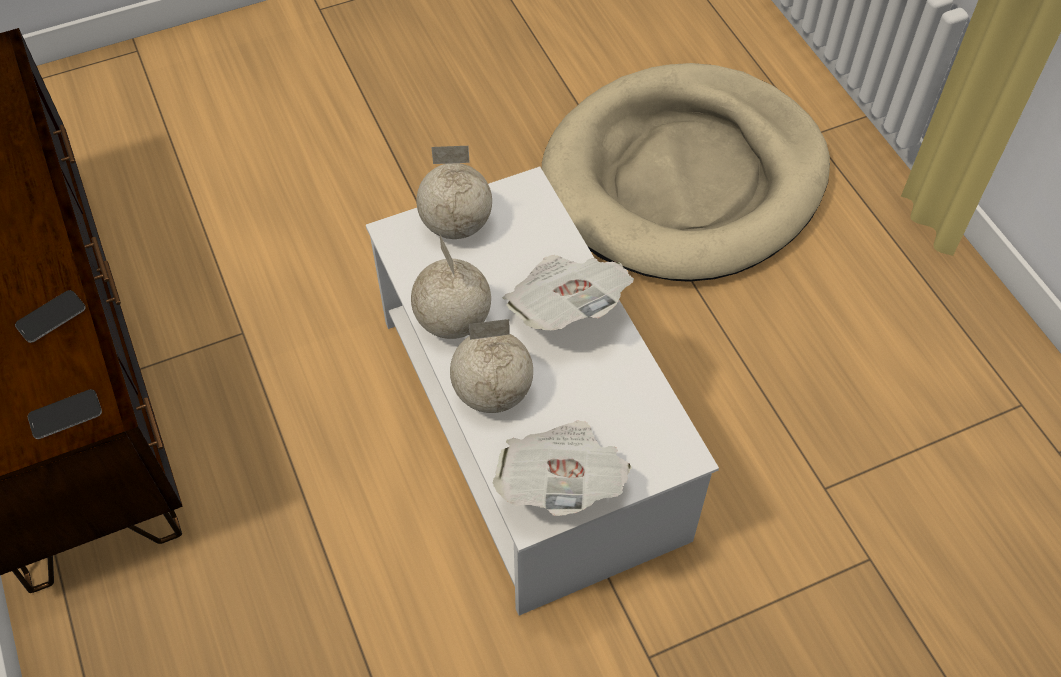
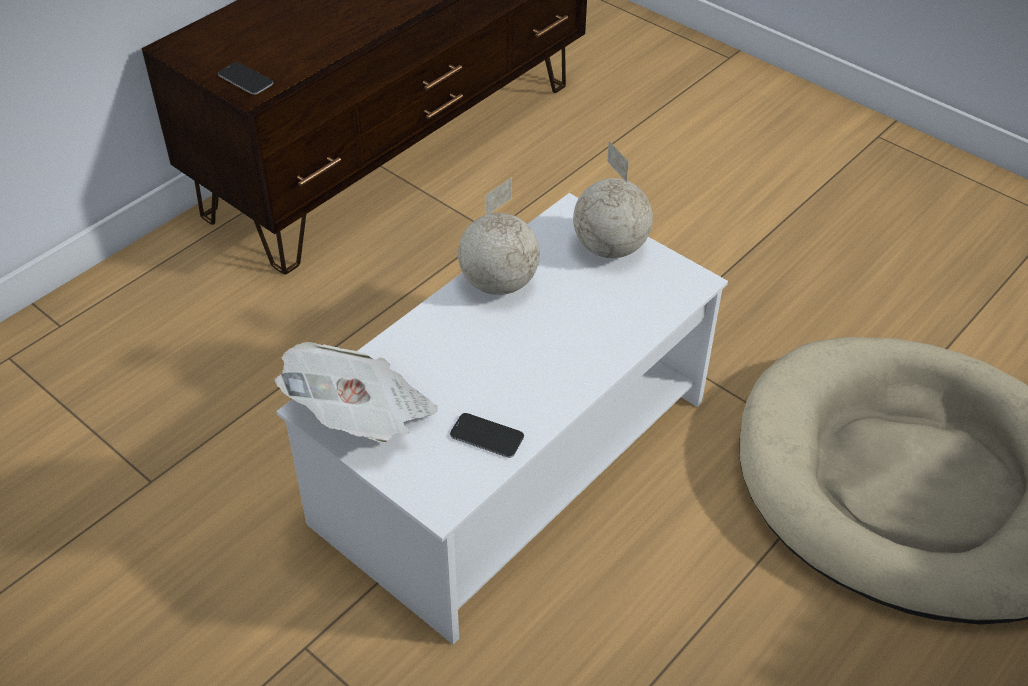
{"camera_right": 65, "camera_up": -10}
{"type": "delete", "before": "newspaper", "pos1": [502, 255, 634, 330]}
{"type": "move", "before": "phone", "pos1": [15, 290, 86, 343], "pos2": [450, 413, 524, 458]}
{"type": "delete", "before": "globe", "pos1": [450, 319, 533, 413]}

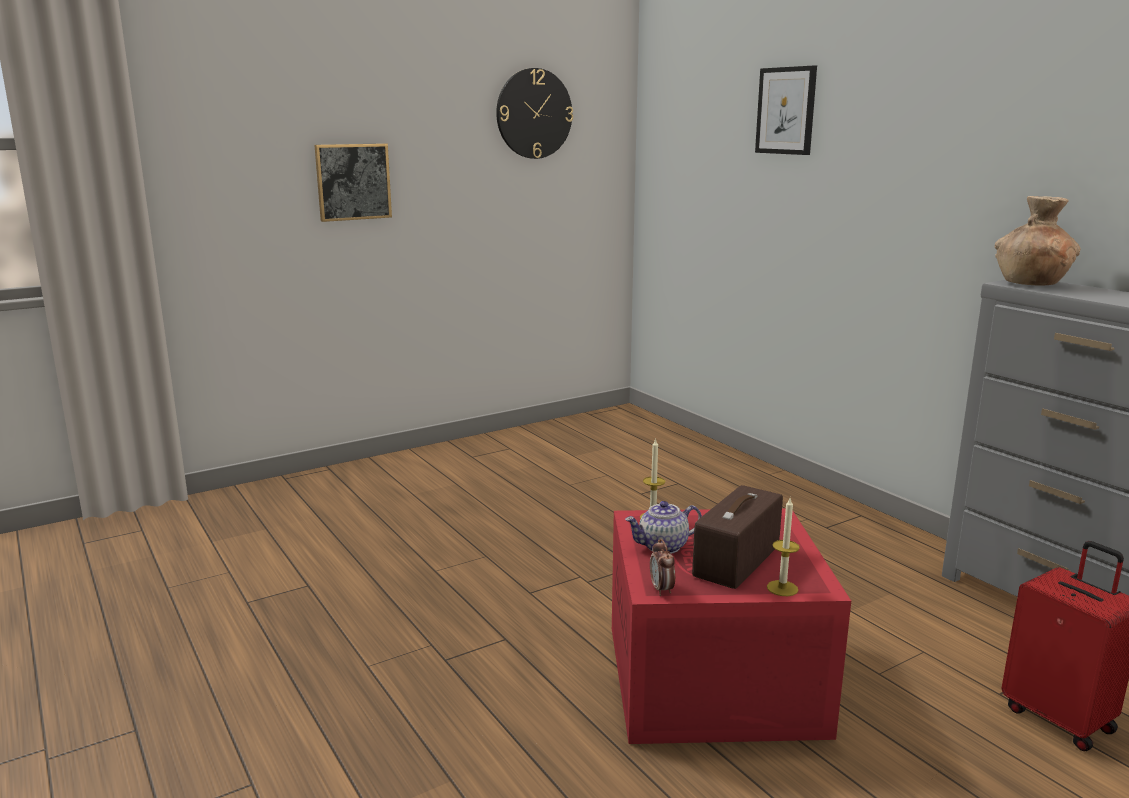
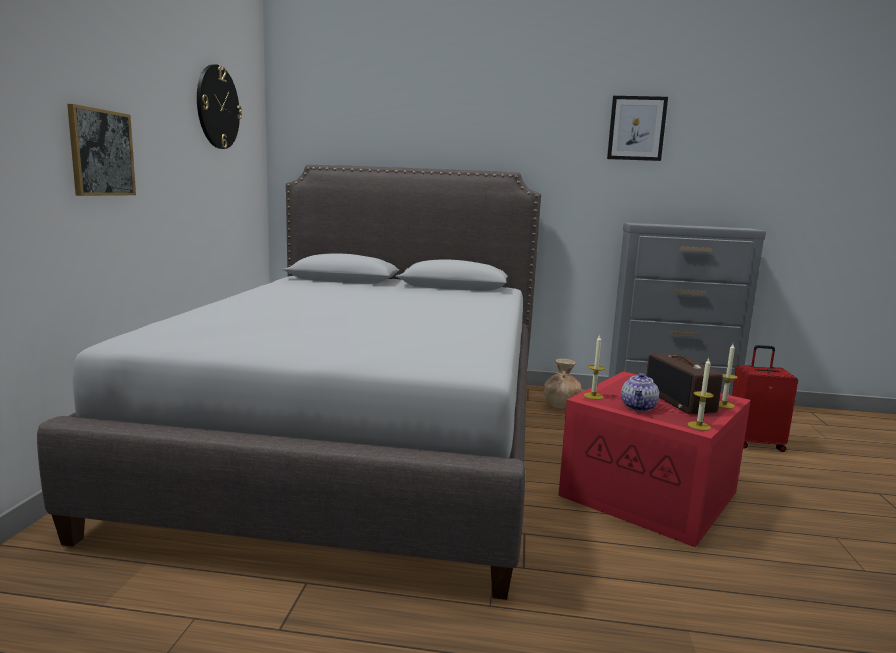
{"camera_right": -50, "camera_up": -5}
{"type": "move", "before": "picture", "pos1": [755, 65, 817, 155], "pos2": [607, 96, 668, 161]}
{"type": "move", "before": "brown vase", "pos1": [994, 196, 1080, 286], "pos2": [543, 359, 582, 409]}
{"type": "replace", "before": "alarm clock", "after": "candle", "pos1": [650, 539, 675, 596], "pos2": [688, 358, 714, 431]}
{"type": "insert", "after": "grey bed", "pos2": [37, 165, 541, 600]}

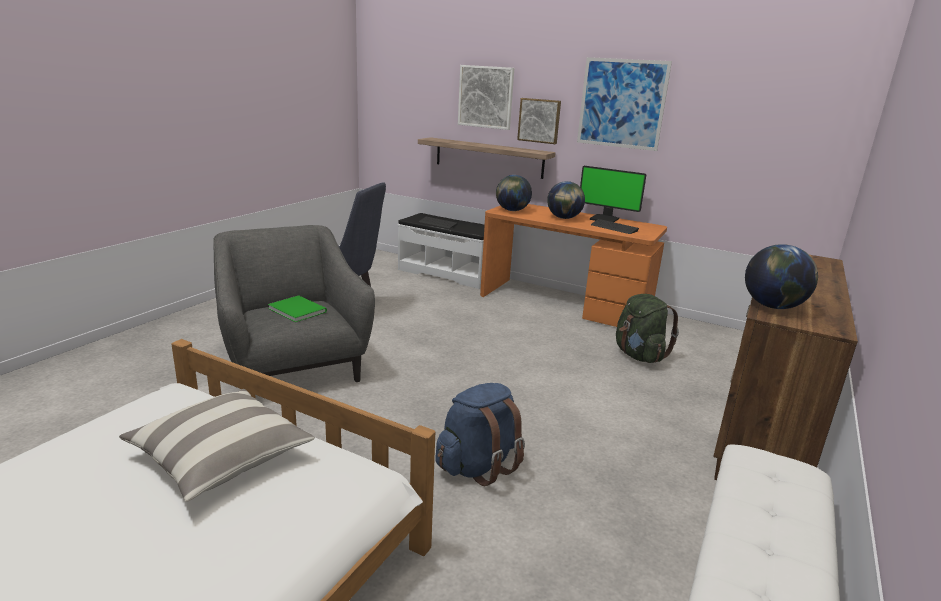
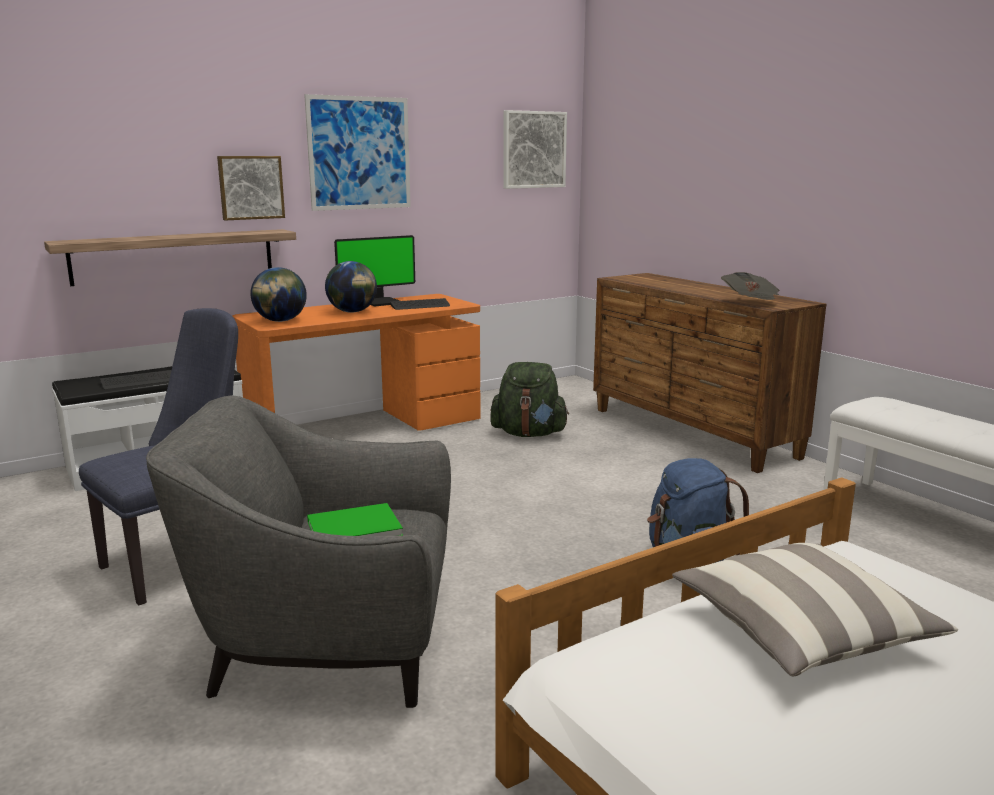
{"camera_right": -60, "camera_up": -5}
{"type": "move", "before": "picture", "pos1": [458, 65, 514, 130], "pos2": [503, 110, 567, 189]}
{"type": "replace", "before": "globe", "after": "newspaper", "pos1": [745, 244, 818, 309], "pos2": [721, 272, 779, 300]}

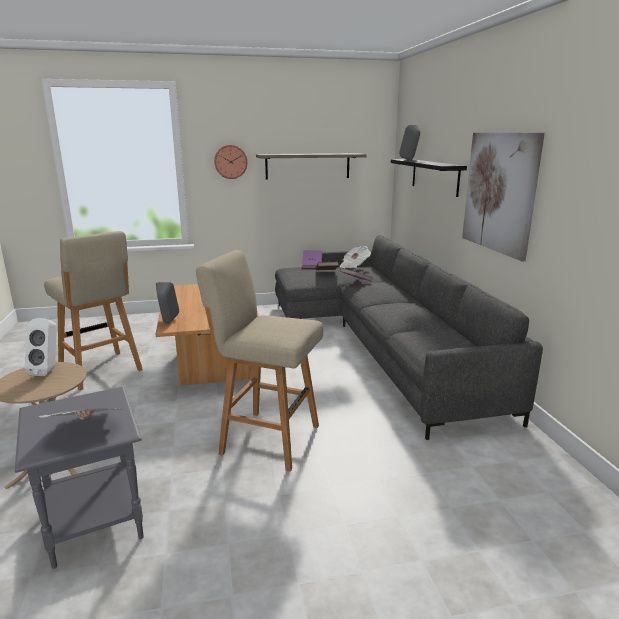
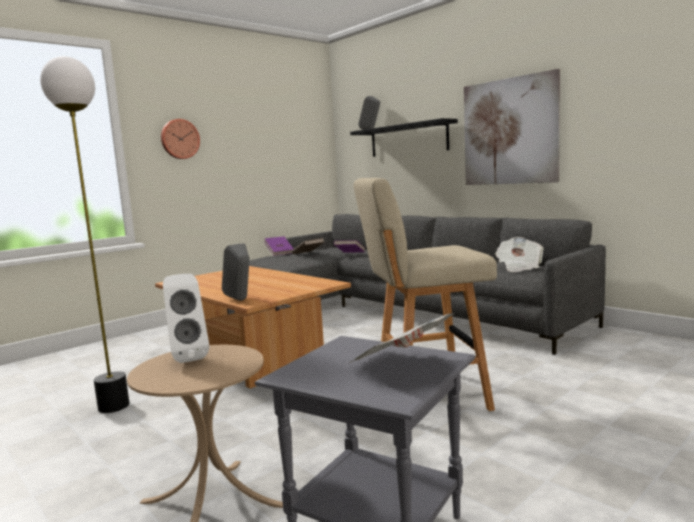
{"camera_right": -30, "camera_up": -10}
{"type": "delete", "before": "shelf", "pos1": [256, 153, 366, 179]}
{"type": "replace", "before": "beige stool", "after": "floor lamp", "pos1": [44, 231, 143, 391], "pos2": [40, 56, 129, 413]}
{"type": "move", "before": "newspaper", "pos1": [339, 246, 371, 268], "pos2": [495, 237, 544, 272]}

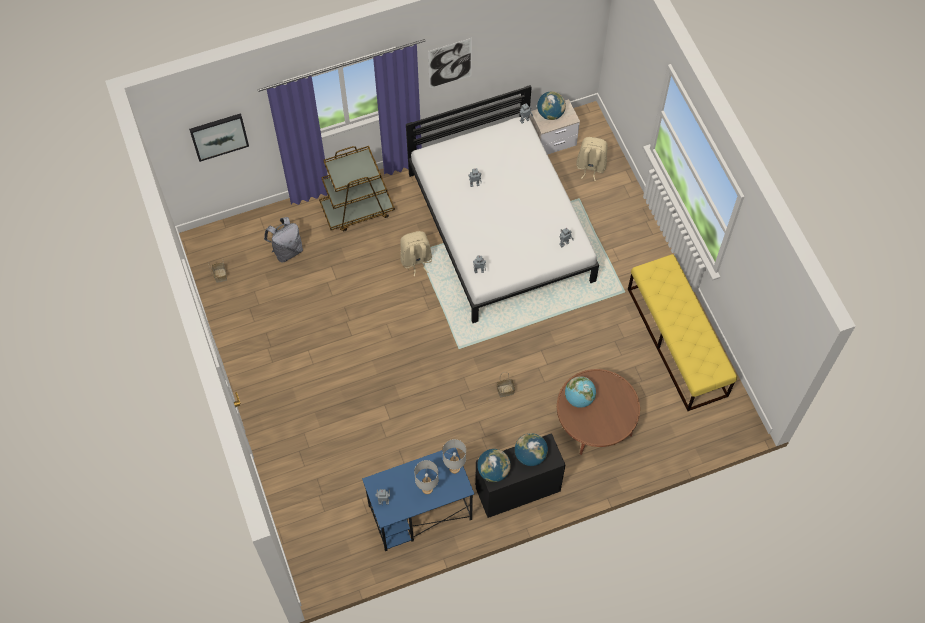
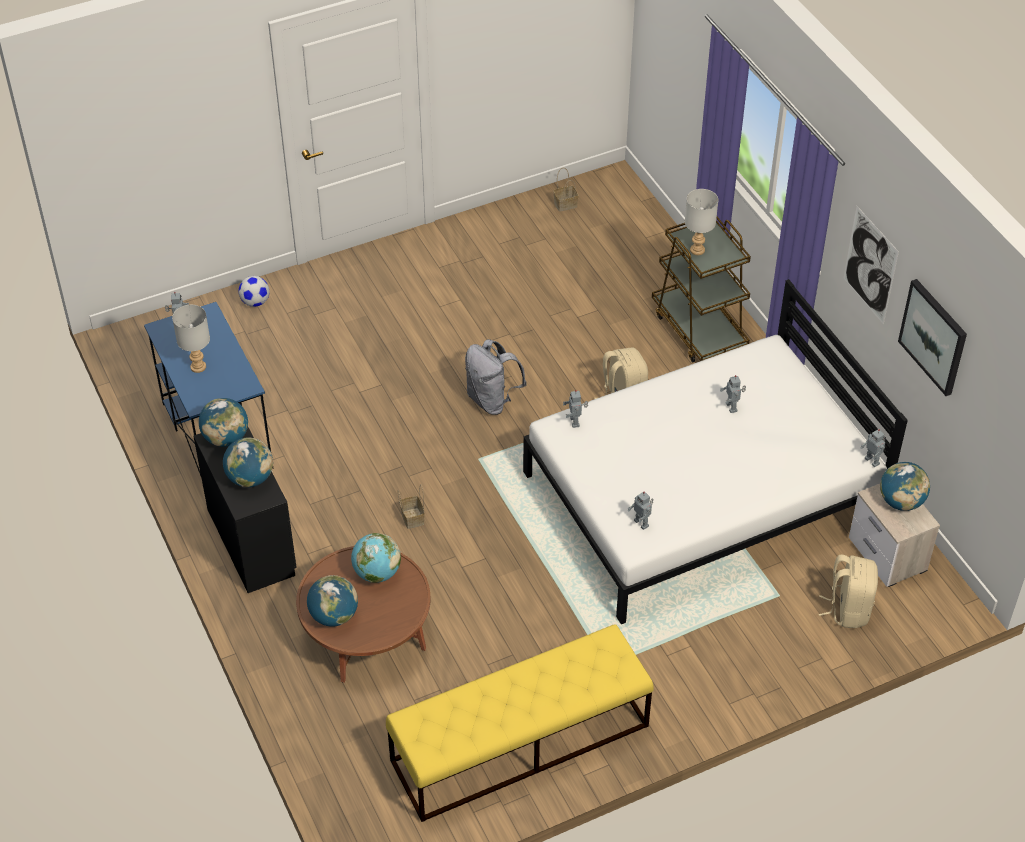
{"camera_right": 85, "camera_up": -15}
{"type": "move", "before": "picture", "pos1": [189, 113, 249, 162], "pos2": [898, 279, 967, 396]}
{"type": "move", "before": "grey backpack", "pos1": [264, 217, 303, 262], "pos2": [465, 339, 527, 415]}
{"type": "move", "before": "grey table lamp", "pos1": [443, 439, 466, 474], "pos2": [685, 189, 718, 255]}
{"type": "insert", "after": "football", "pos2": [239, 276, 270, 307]}
{"type": "insert", "after": "globe", "pos2": [307, 575, 358, 627]}

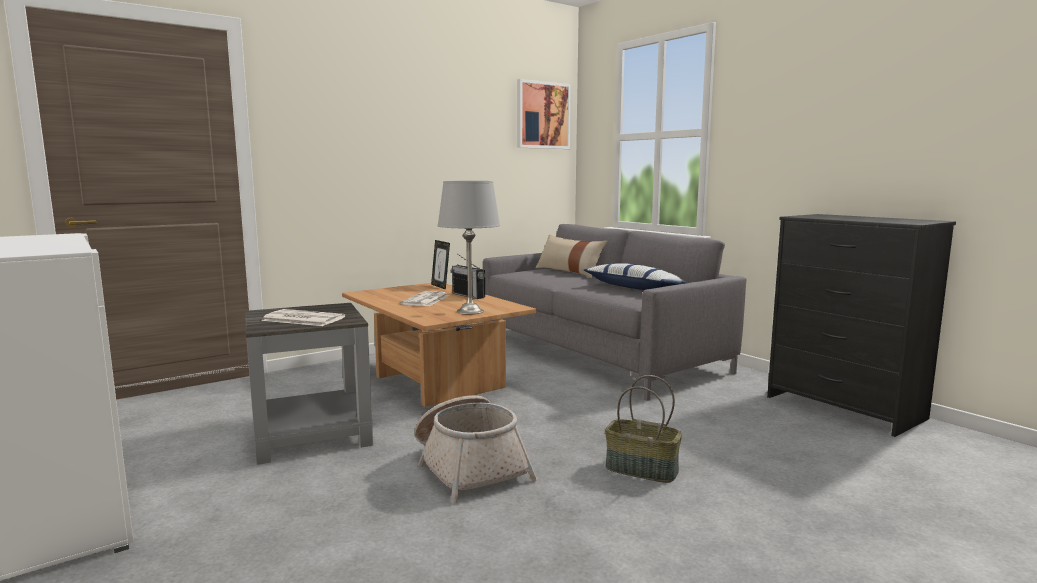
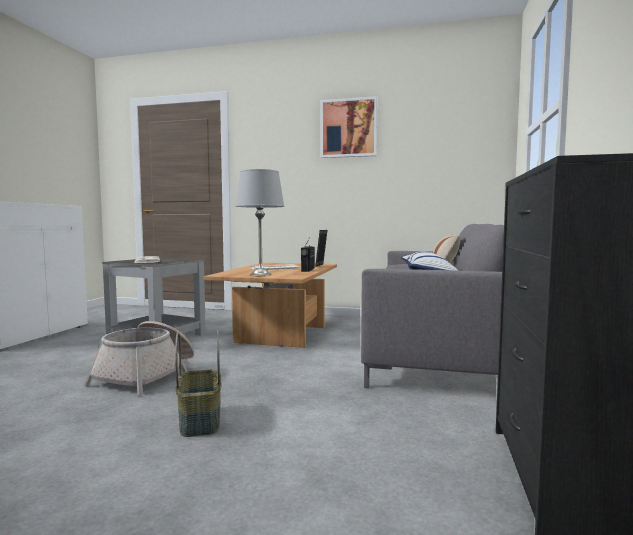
{"camera_right": 50, "camera_up": -5}
{"type": "move", "before": "picture", "pos1": [517, 79, 571, 149], "pos2": [321, 96, 377, 158]}

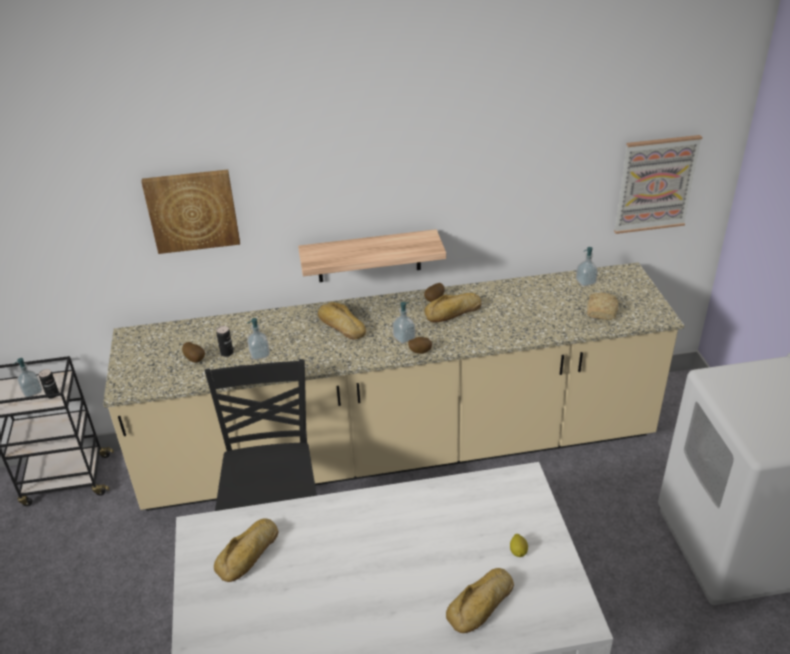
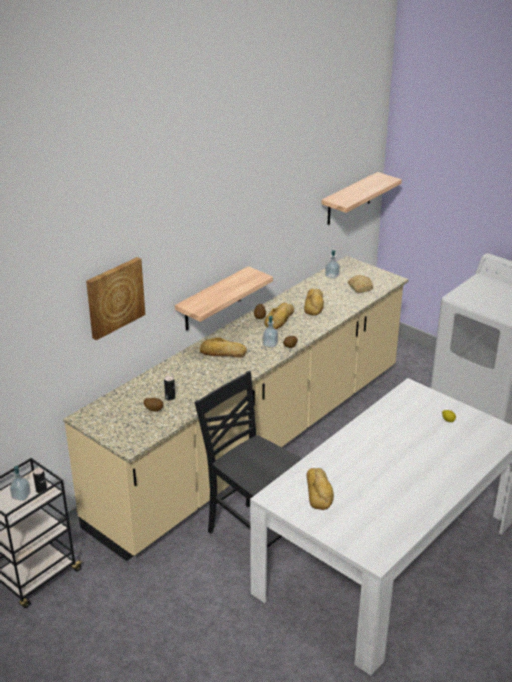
{"camera_right": -40, "camera_up": -5}
{"type": "replace", "before": "picture", "after": "shelf", "pos1": [614, 135, 702, 234], "pos2": [321, 172, 402, 225]}
{"type": "delete", "before": "soap dispenser", "pos1": [247, 318, 270, 360]}
{"type": "move", "before": "bread", "pos1": [446, 568, 514, 633], "pos2": [304, 289, 324, 316]}

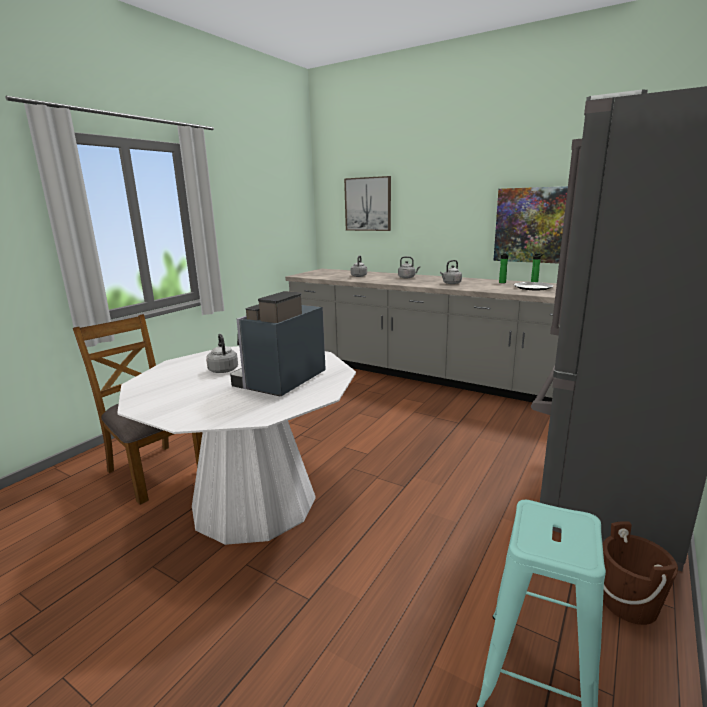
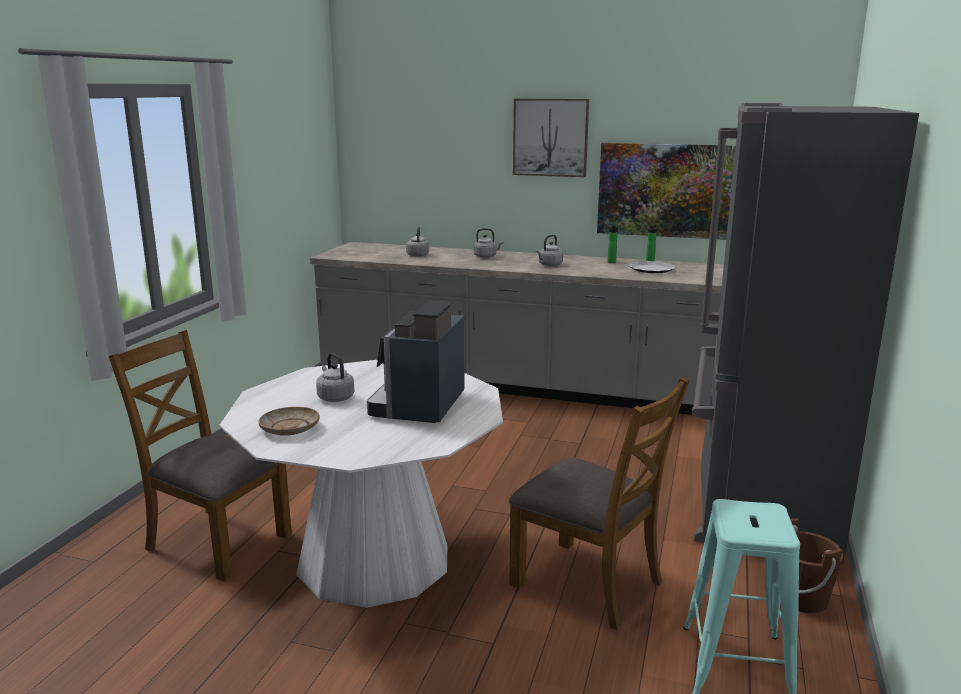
{"camera_right": -15, "camera_up": 0}
{"type": "move", "before": "picture", "pos1": [344, 176, 391, 231], "pos2": [513, 99, 589, 177]}
{"type": "insert", "after": "brown chair", "pos2": [509, 376, 689, 630]}
{"type": "insert", "after": "beige plate", "pos2": [258, 407, 320, 436]}

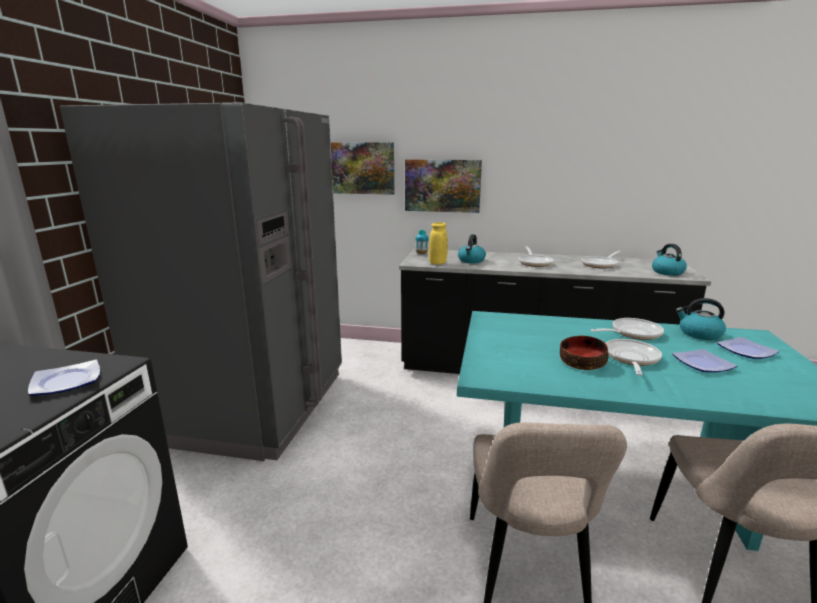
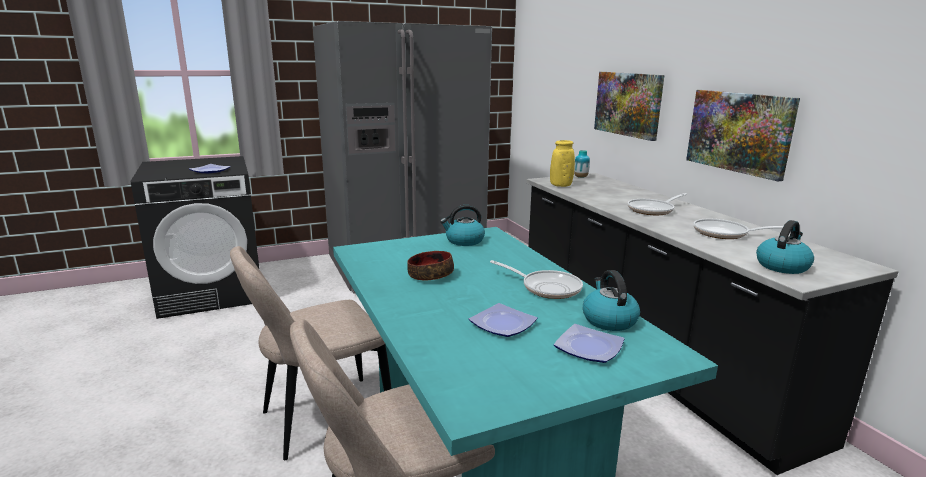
{"camera_right": 55, "camera_up": 0}
{"type": "move", "before": "picture", "pos1": [331, 143, 394, 195], "pos2": [686, 90, 800, 182]}
{"type": "move", "before": "kettle", "pos1": [458, 234, 486, 263], "pos2": [440, 205, 485, 246]}
{"type": "delete", "before": "frying pan", "pos1": [606, 339, 662, 376]}

